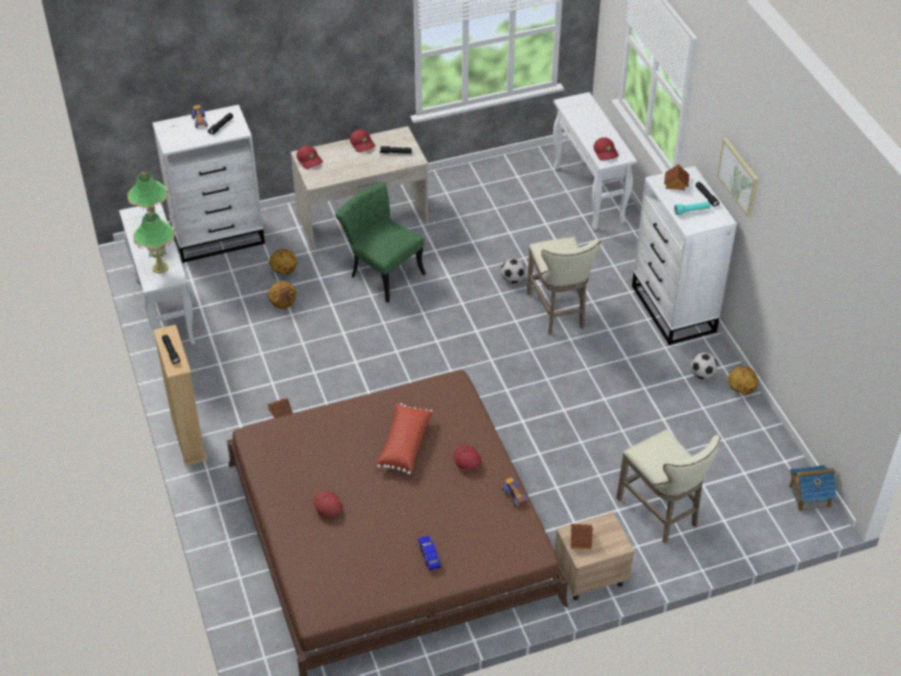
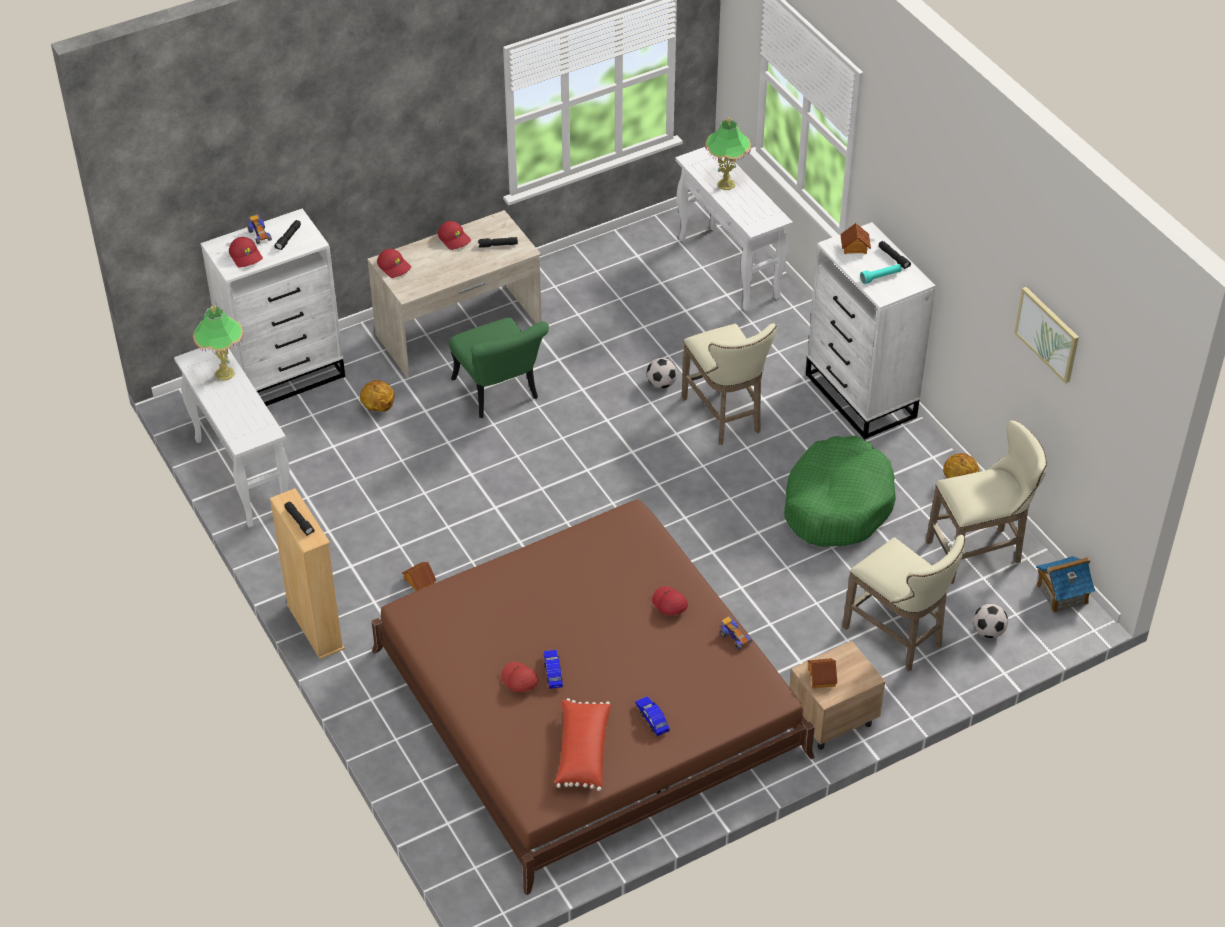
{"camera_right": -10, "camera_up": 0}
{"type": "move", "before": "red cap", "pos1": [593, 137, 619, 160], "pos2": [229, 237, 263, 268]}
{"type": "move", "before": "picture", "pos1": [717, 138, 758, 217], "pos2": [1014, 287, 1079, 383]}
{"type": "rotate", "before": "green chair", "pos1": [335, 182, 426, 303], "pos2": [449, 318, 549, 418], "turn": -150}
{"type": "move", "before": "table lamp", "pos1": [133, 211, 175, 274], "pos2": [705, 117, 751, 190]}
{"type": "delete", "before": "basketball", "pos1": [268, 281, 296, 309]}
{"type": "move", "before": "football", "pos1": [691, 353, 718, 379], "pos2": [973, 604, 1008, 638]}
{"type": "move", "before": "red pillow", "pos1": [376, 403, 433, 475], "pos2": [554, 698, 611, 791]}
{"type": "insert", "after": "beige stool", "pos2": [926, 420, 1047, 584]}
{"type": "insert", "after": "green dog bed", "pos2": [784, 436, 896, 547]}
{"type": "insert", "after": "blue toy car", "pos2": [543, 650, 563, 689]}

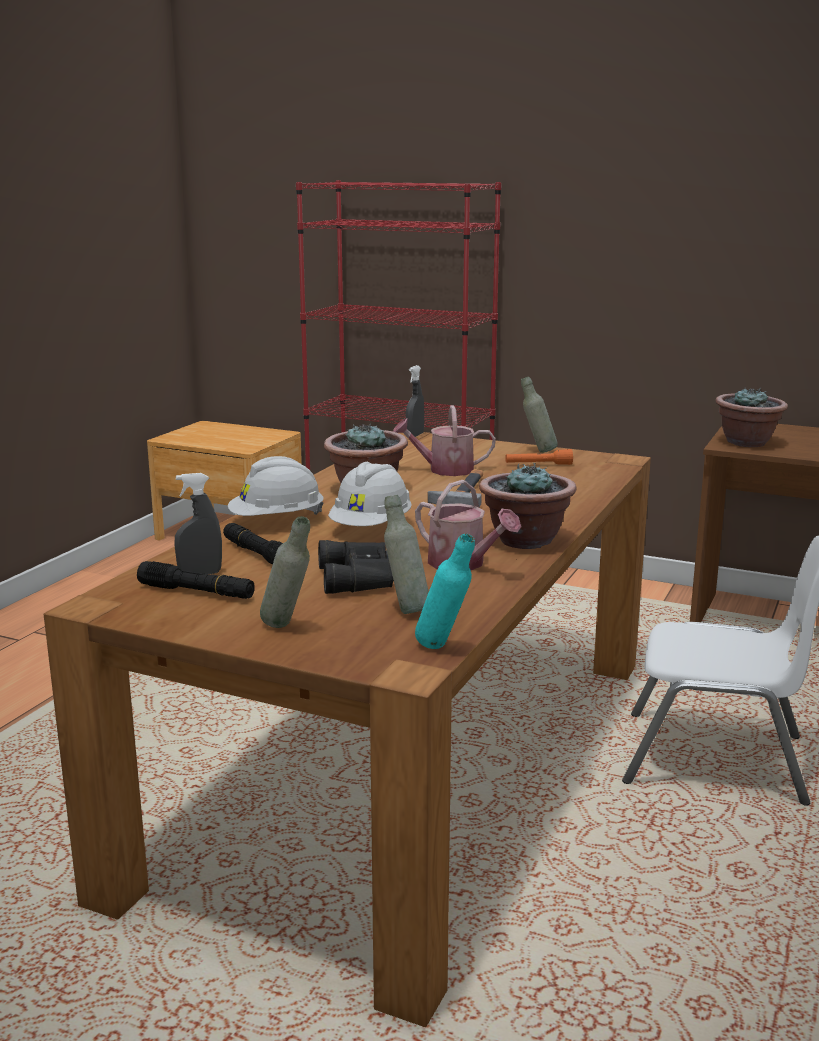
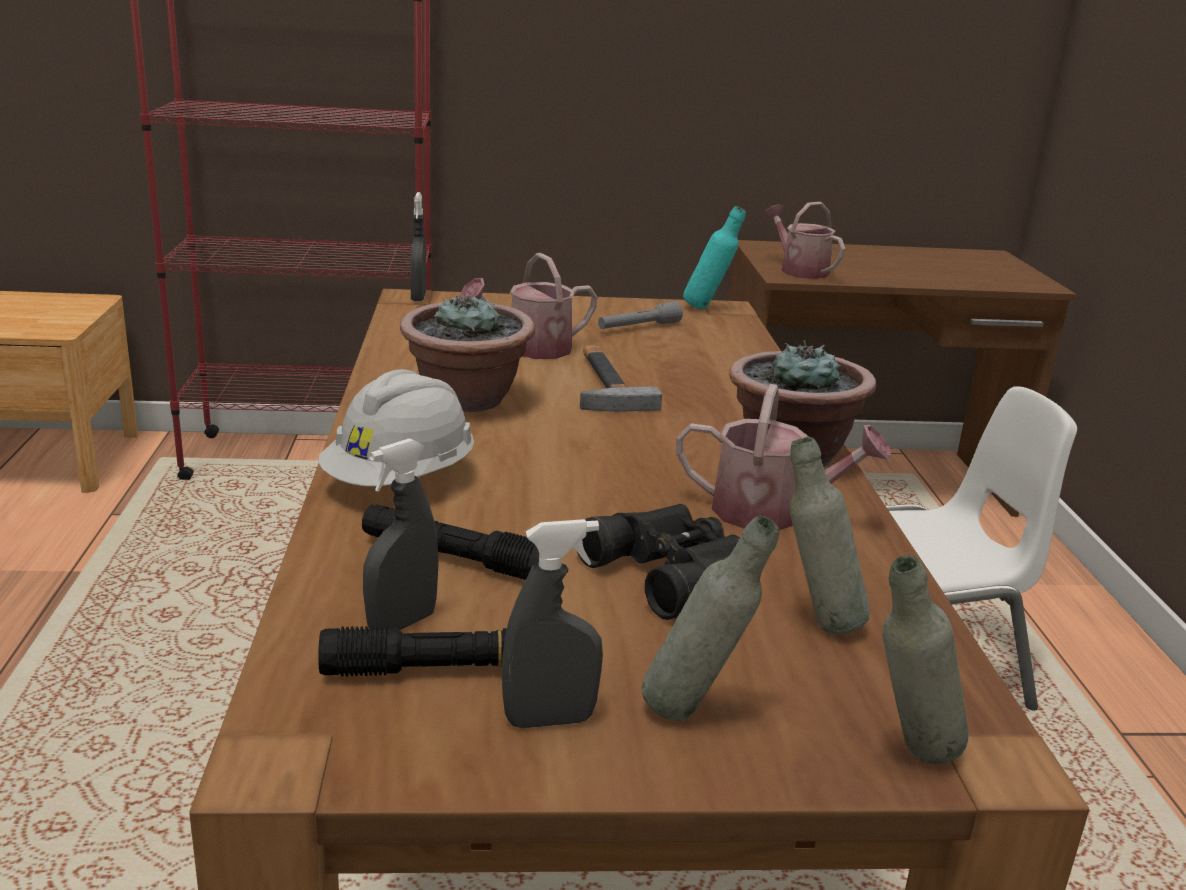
{"camera_right": -30, "camera_up": 5}
{"type": "move", "before": "grey bottle", "pos1": [521, 377, 558, 453], "pos2": [882, 555, 968, 764]}
{"type": "replace", "before": "potted plant", "after": "watering can", "pos1": [715, 387, 788, 447], "pos2": [763, 202, 845, 279]}
{"type": "recolor", "before": "orange flashlight", "after": "grey flashlight", "pos1": [505, 449, 573, 465], "pos2": [598, 301, 683, 329]}
{"type": "delete", "before": "white hard hat", "pos1": [328, 462, 412, 526]}
{"type": "move", "before": "turquoise bottle", "pos1": [415, 534, 475, 649], "pos2": [683, 206, 746, 309]}
{"type": "insert", "after": "grey spray bottle", "pos2": [502, 519, 603, 728]}

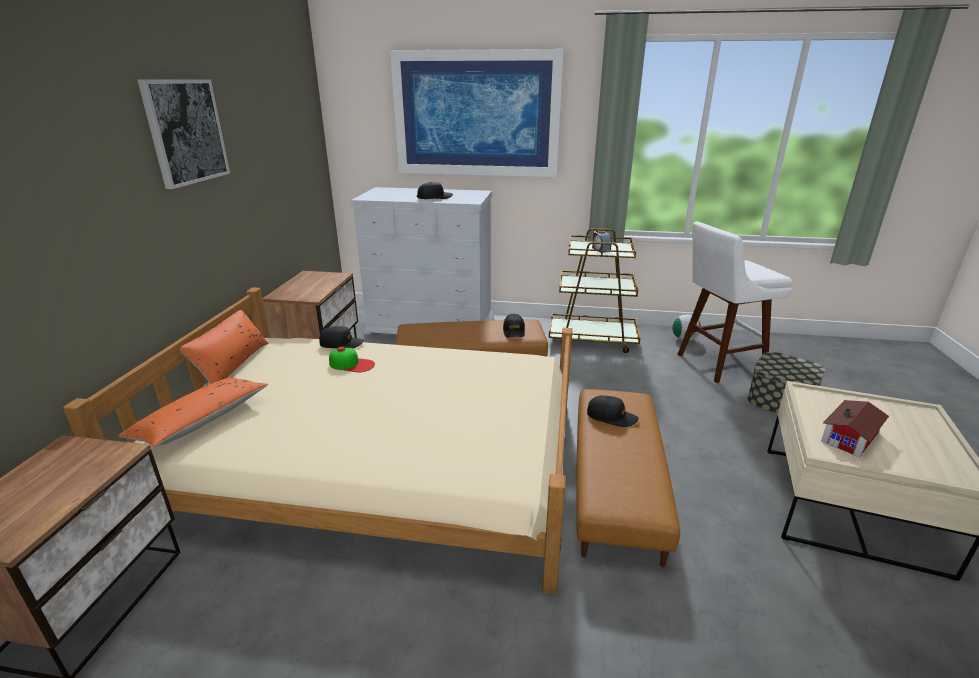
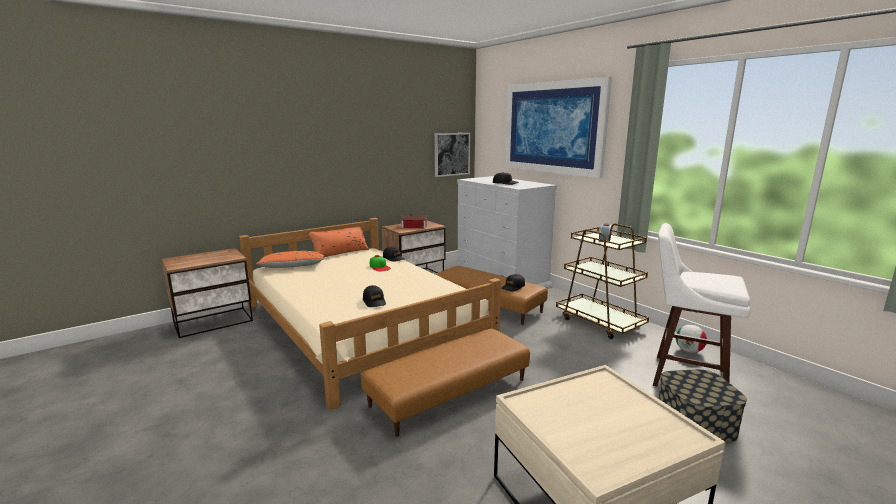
{"camera_right": 45, "camera_up": -10}
{"type": "move", "before": "picture", "pos1": [138, 79, 230, 189], "pos2": [435, 133, 470, 177]}
{"type": "move", "before": "black cap", "pos1": [587, 396, 639, 427], "pos2": [363, 285, 386, 307]}
{"type": "move", "before": "toy house", "pos1": [821, 400, 889, 457], "pos2": [401, 213, 427, 228]}

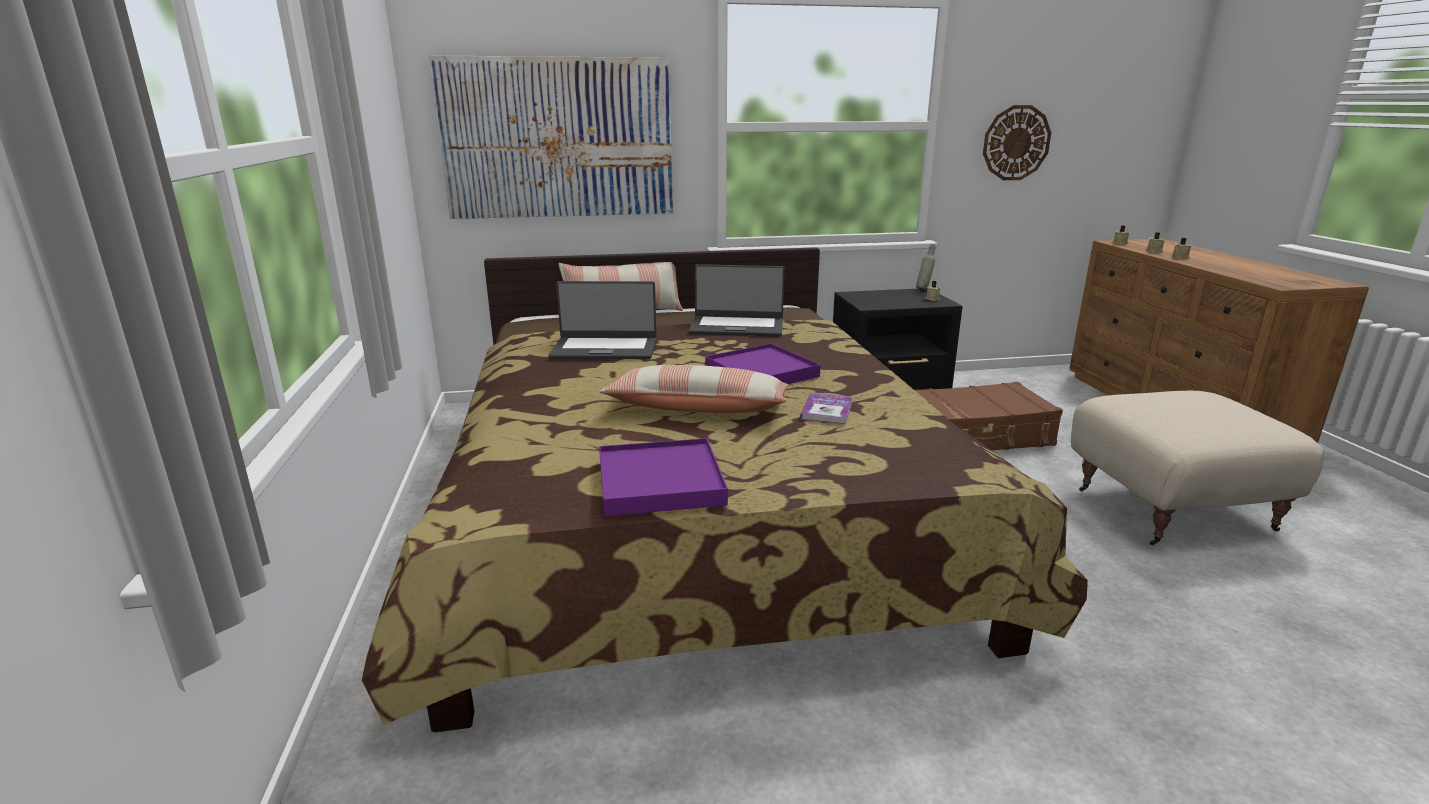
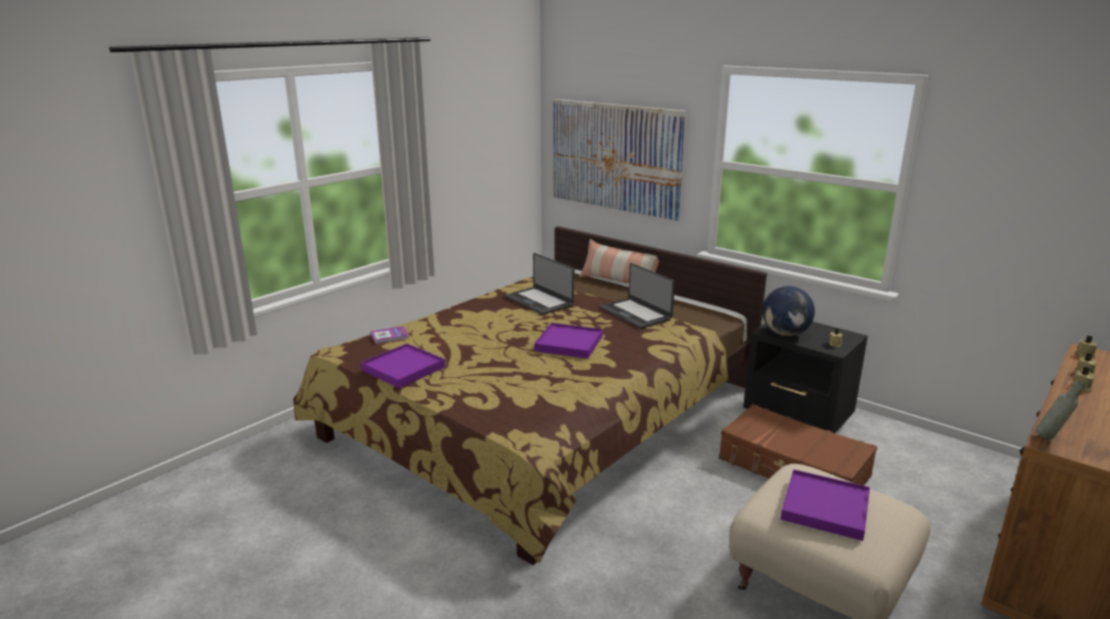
{"camera_right": 50, "camera_up": 0}
{"type": "delete", "before": "wall clock", "pos1": [983, 105, 1051, 180]}
{"type": "move", "before": "grey bottle", "pos1": [916, 244, 936, 290], "pos2": [1036, 381, 1085, 440]}
{"type": "delete", "before": "pillow", "pos1": [599, 365, 789, 413]}
{"type": "move", "before": "book", "pos1": [800, 393, 853, 424], "pos2": [370, 326, 409, 344]}
{"type": "insert", "after": "globe", "pos2": [762, 286, 815, 336]}
{"type": "insert", "after": "purple tray", "pos2": [781, 469, 870, 541]}

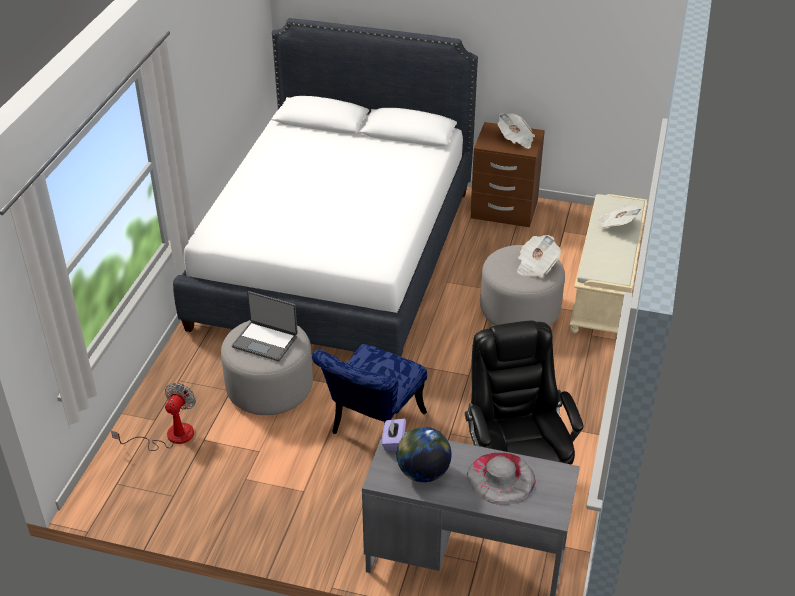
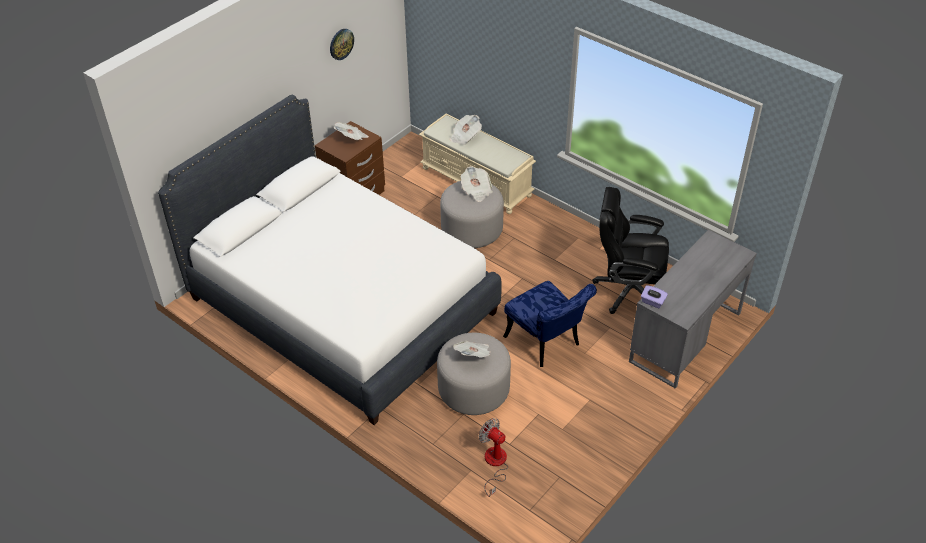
{"camera_right": -65, "camera_up": 5}
{"type": "replace", "before": "laptop", "after": "newspaper", "pos1": [232, 291, 298, 361], "pos2": [453, 341, 491, 358]}
{"type": "delete", "before": "globe", "pos1": [397, 427, 451, 482]}
{"type": "delete", "before": "grey hat", "pos1": [467, 453, 536, 505]}
{"type": "insert", "after": "wall clock", "pos2": [330, 29, 354, 60]}

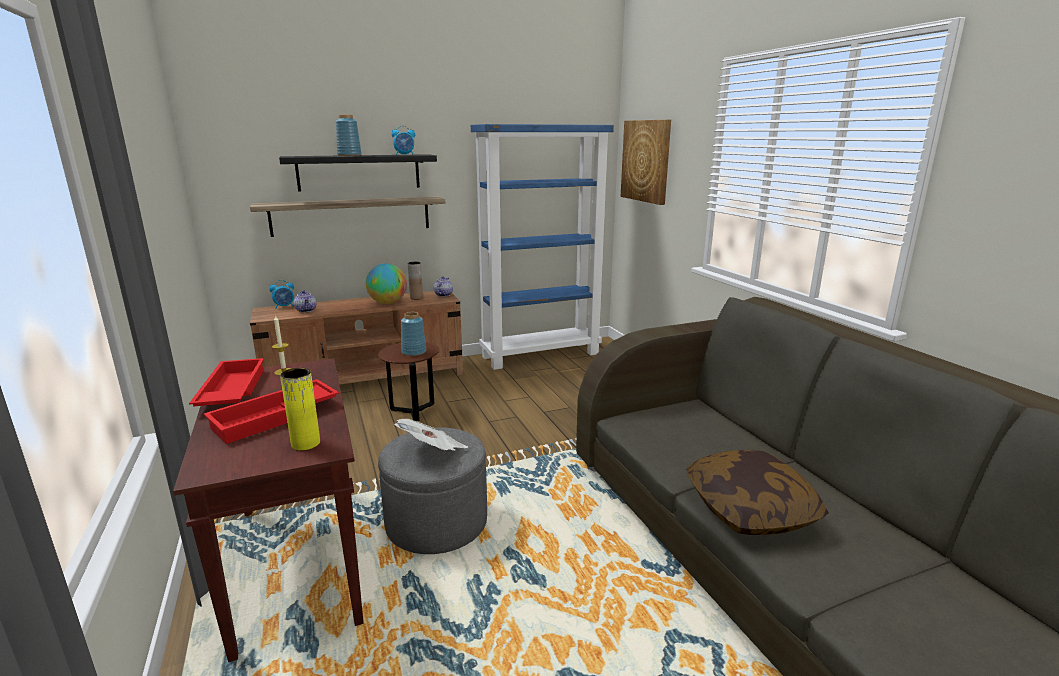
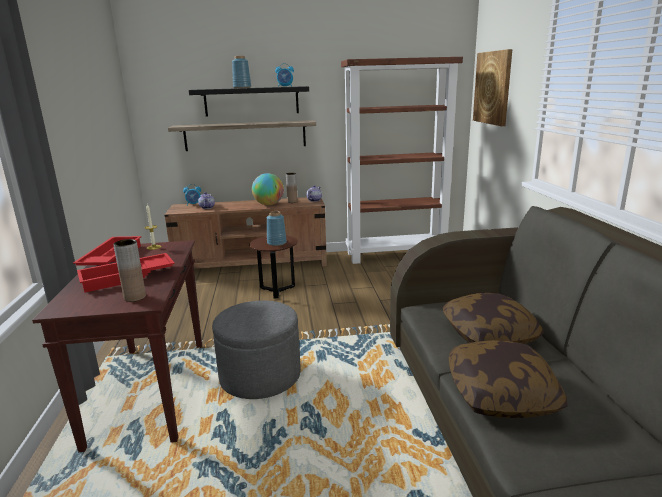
{"camera_right": 15, "camera_up": 0}
{"type": "recolor", "before": "blue bookcase", "after": "brown bookcase", "pos1": [471, 124, 614, 370], "pos2": [341, 57, 463, 264]}
{"type": "recolor", "before": "yellow vase", "after": "brown vase", "pos1": [280, 368, 320, 451], "pos2": [113, 239, 146, 302]}
{"type": "delete", "before": "newspaper", "pos1": [394, 419, 468, 451]}
{"type": "insert", "after": "pillow", "pos2": [443, 293, 544, 344]}

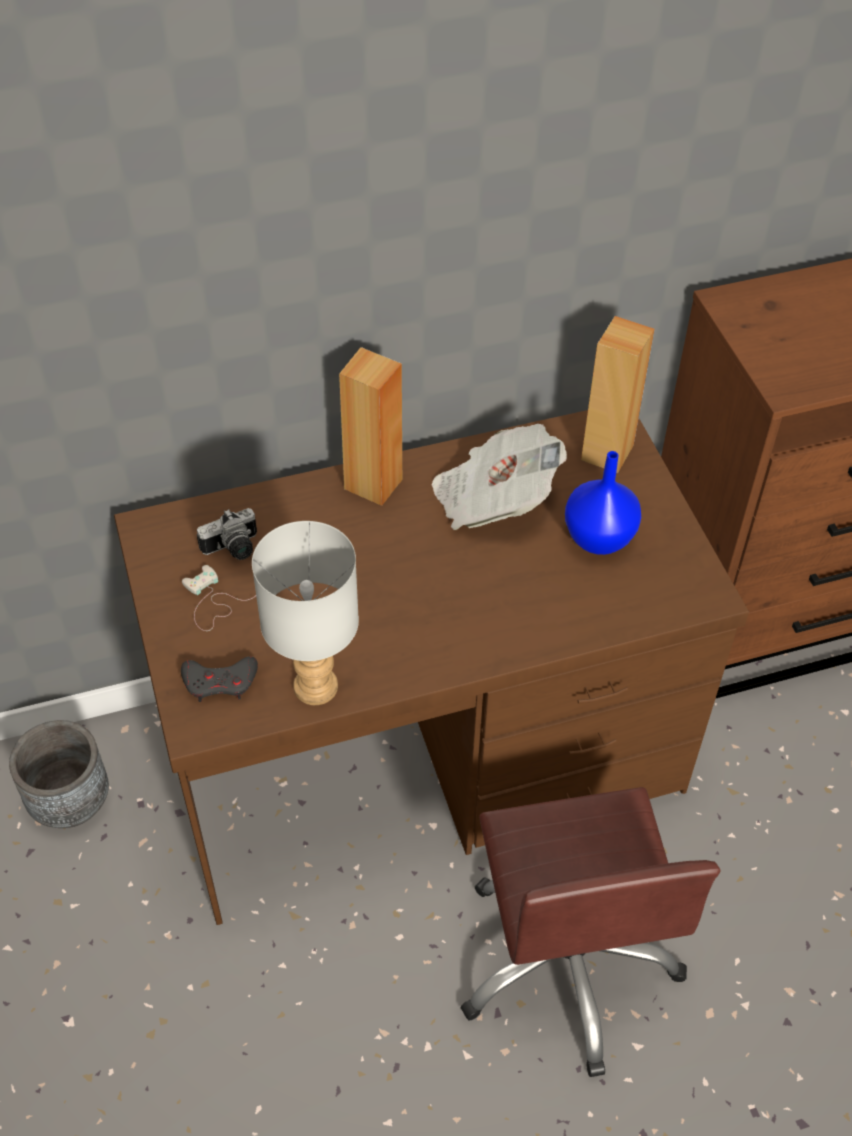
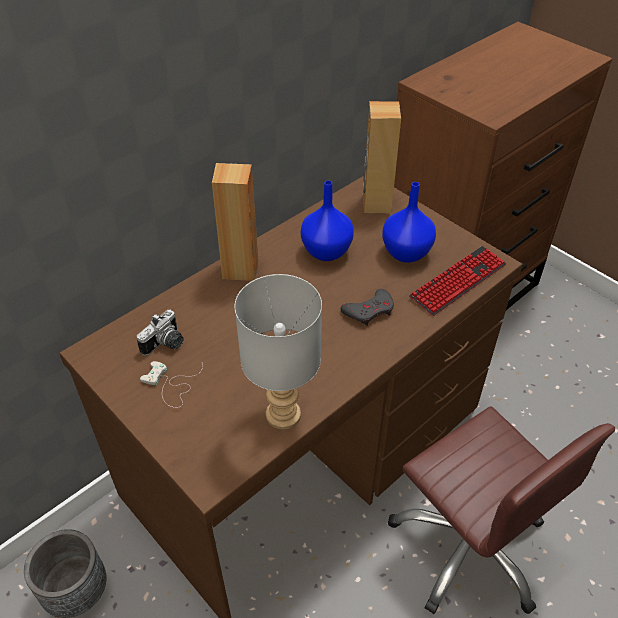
{"camera_right": -25, "camera_up": -5}
{"type": "replace", "before": "newspaper", "after": "blue vase", "pos1": [431, 424, 567, 530], "pos2": [301, 180, 354, 261]}
{"type": "move", "before": "grey game controller", "pos1": [181, 656, 258, 702], "pos2": [341, 289, 394, 326]}
{"type": "insert", "after": "keyboard", "pos2": [409, 246, 506, 316]}

